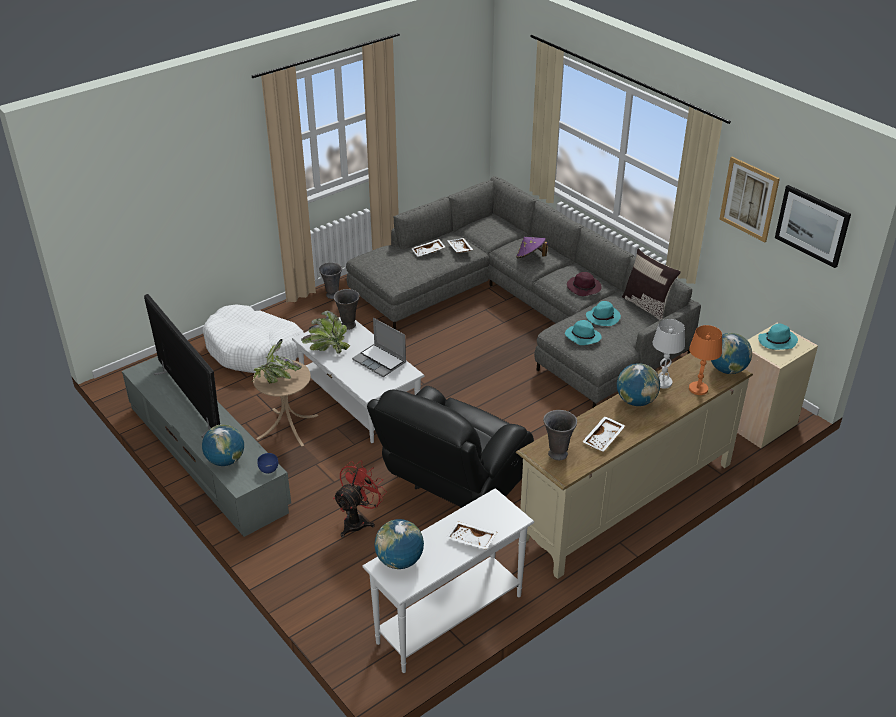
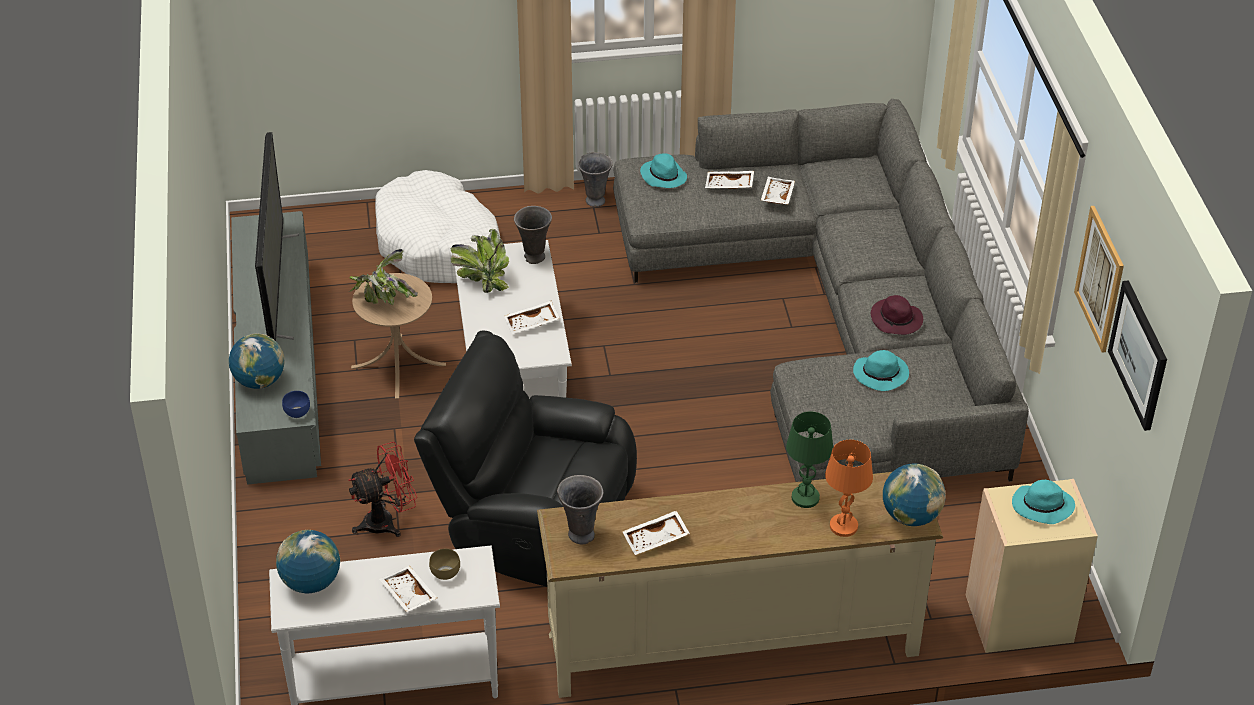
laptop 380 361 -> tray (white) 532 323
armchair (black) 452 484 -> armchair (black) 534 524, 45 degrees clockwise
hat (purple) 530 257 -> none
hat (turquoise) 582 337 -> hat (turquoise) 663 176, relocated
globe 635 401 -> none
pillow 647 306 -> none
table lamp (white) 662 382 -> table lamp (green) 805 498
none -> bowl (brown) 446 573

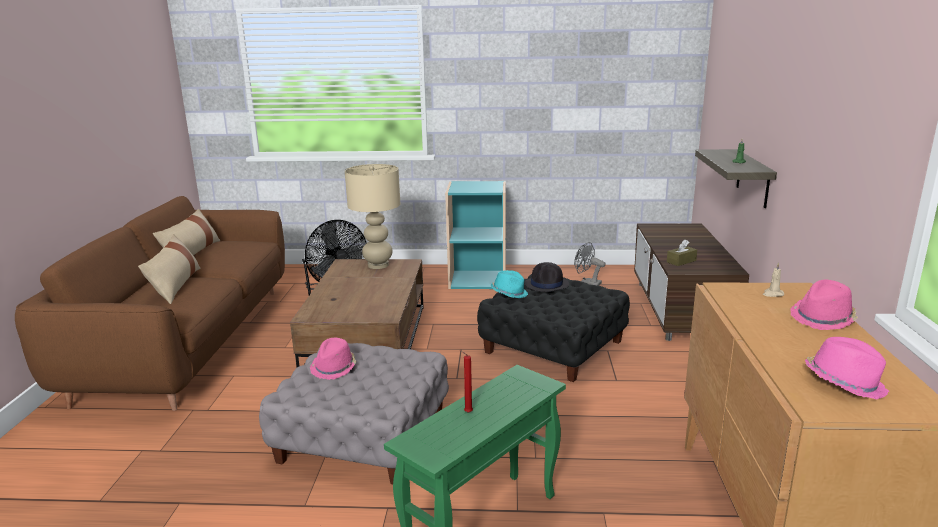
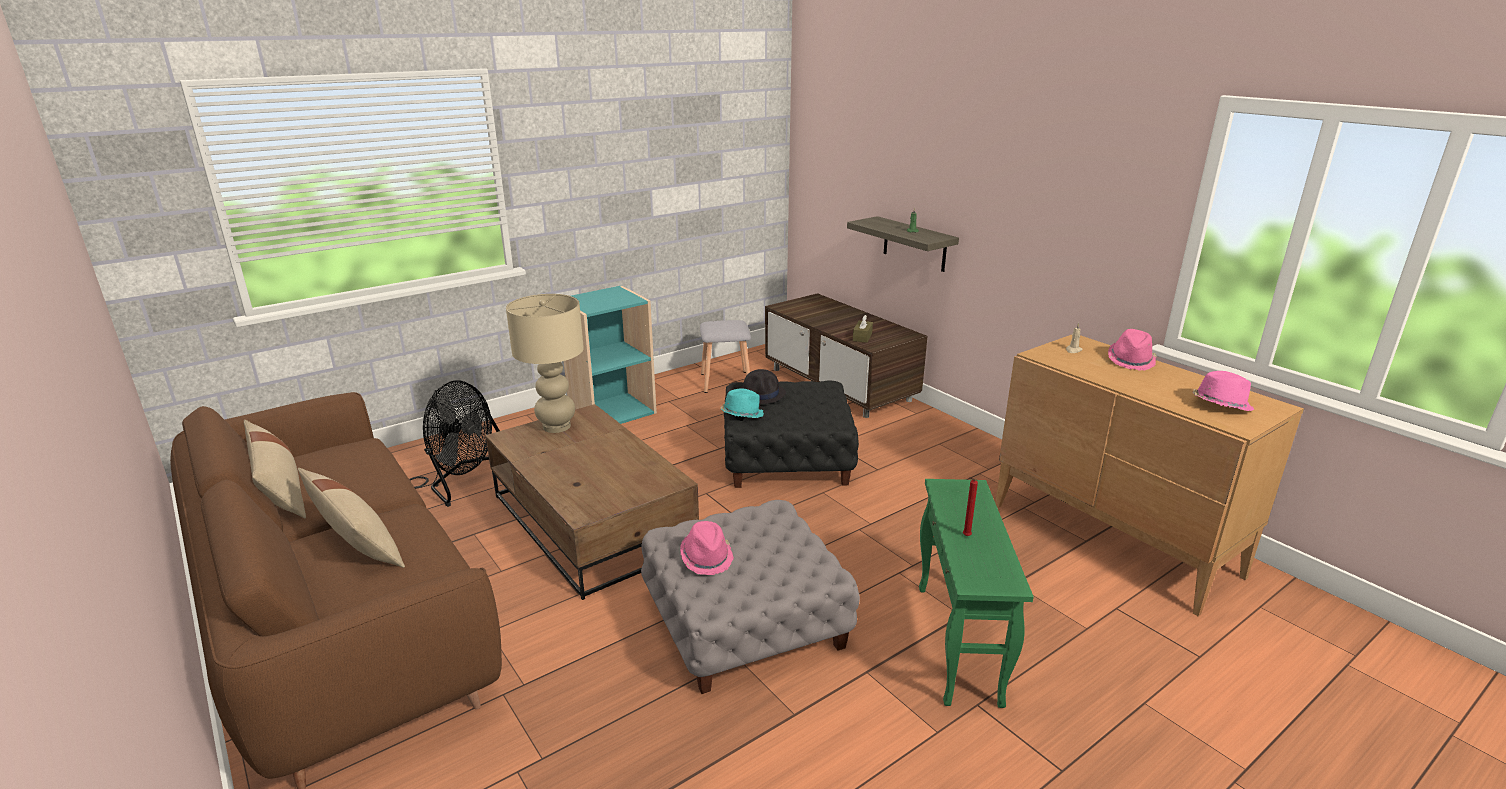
fan (grey) 587 283 -> stool (grey) 726 382

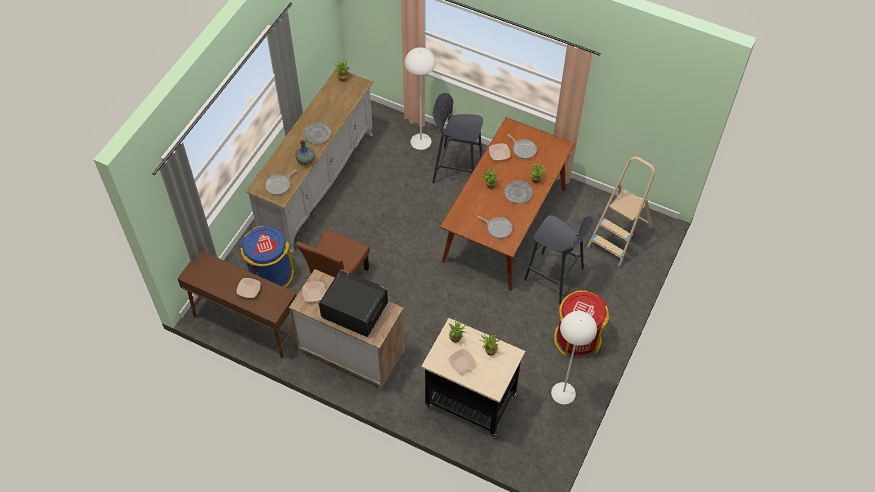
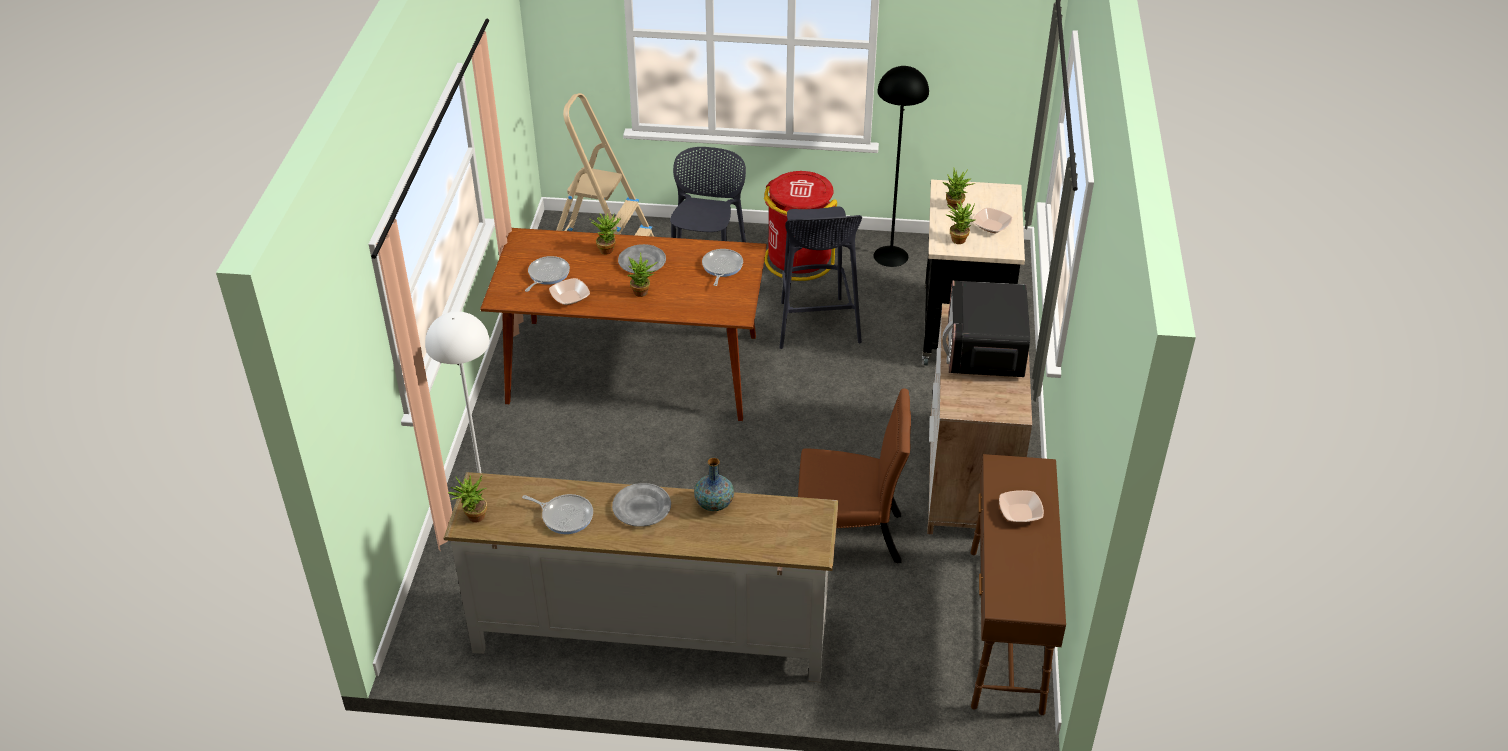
trash can (blue) 270 274 -> none
frying pan 279 185 -> frying pan 565 516, relocated
bowl 314 294 -> none
stool (grey) 456 168 -> stool (grey) 816 324, relocated
floor lamp (white) 563 393 -> floor lamp (black) 891 256

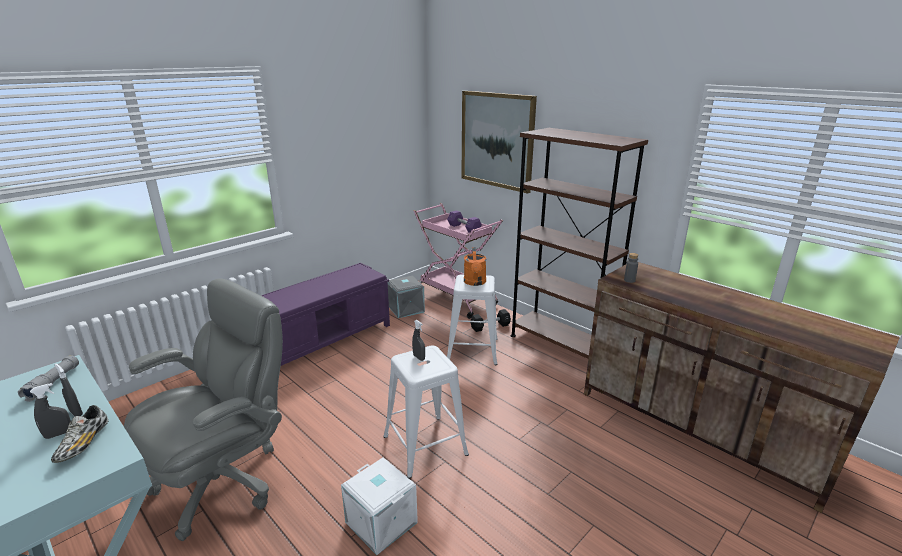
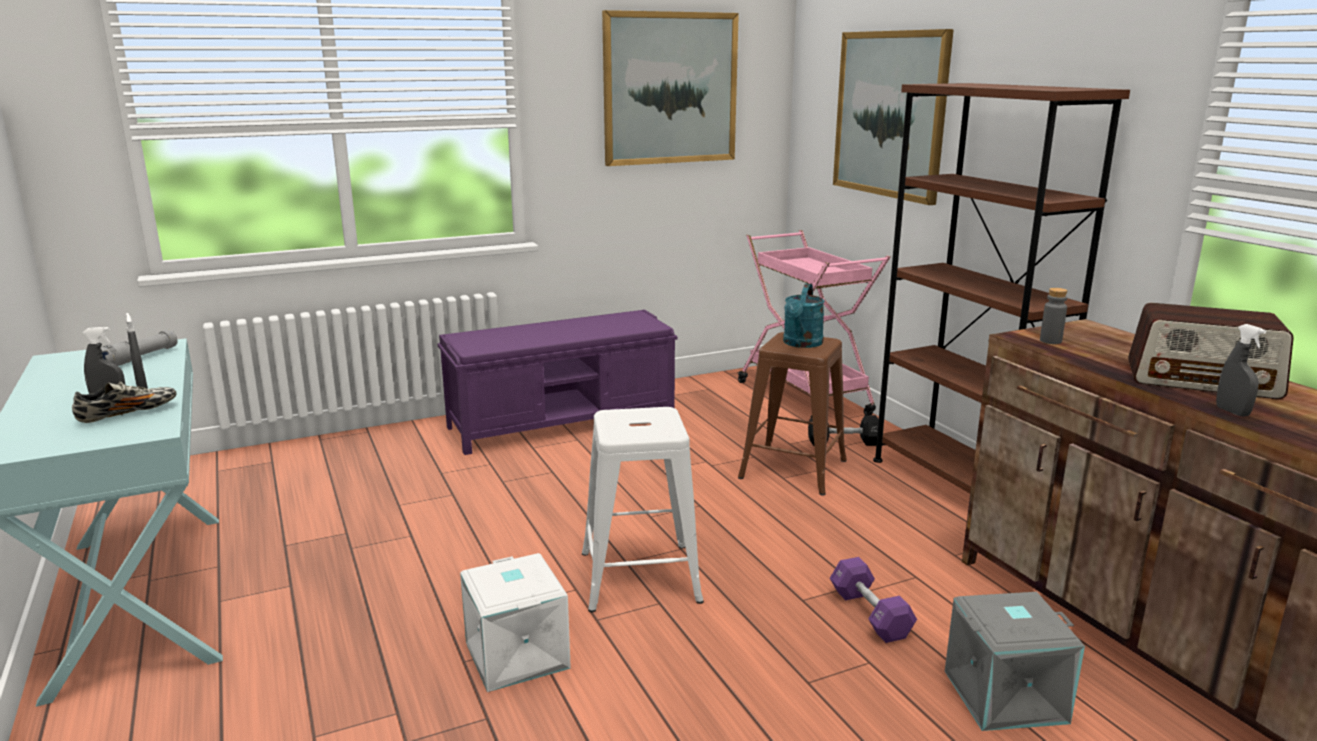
shoe 83 444 -> shoe 128 414, 150 degrees counterclockwise
office chair (grey) 225 480 -> none
storage box (grey) 406 308 -> storage box (grey) 1004 695, relocated
spray bottle (grey) 419 357 -> spray bottle (grey) 1232 412, relocated
dumbbell (purple) 464 228 -> dumbbell (purple) 870 614, relocated
stool (white) 472 350 -> stool (brown) 793 469
watering can (orange) 475 283 -> watering can (turquoise) 801 344
none -> picture 670 88
none -> radio 1202 380

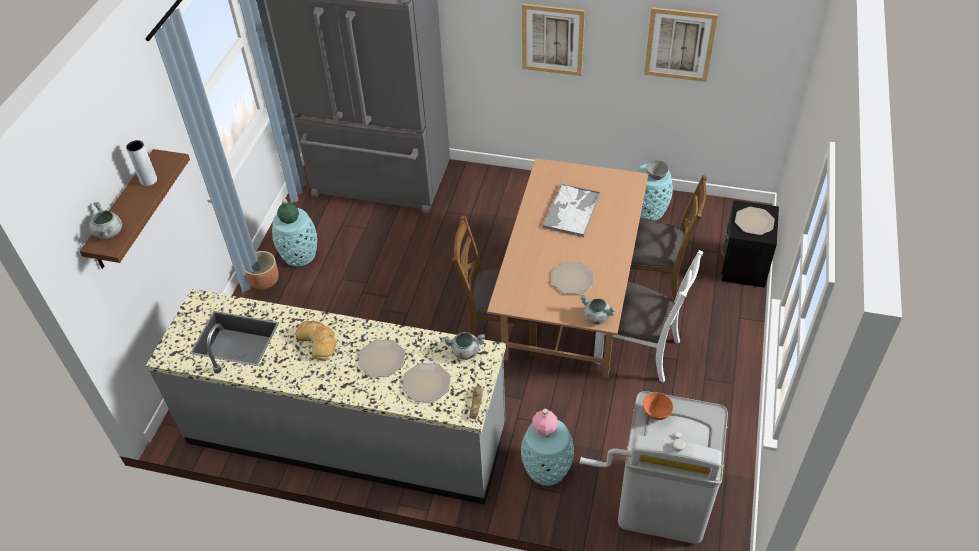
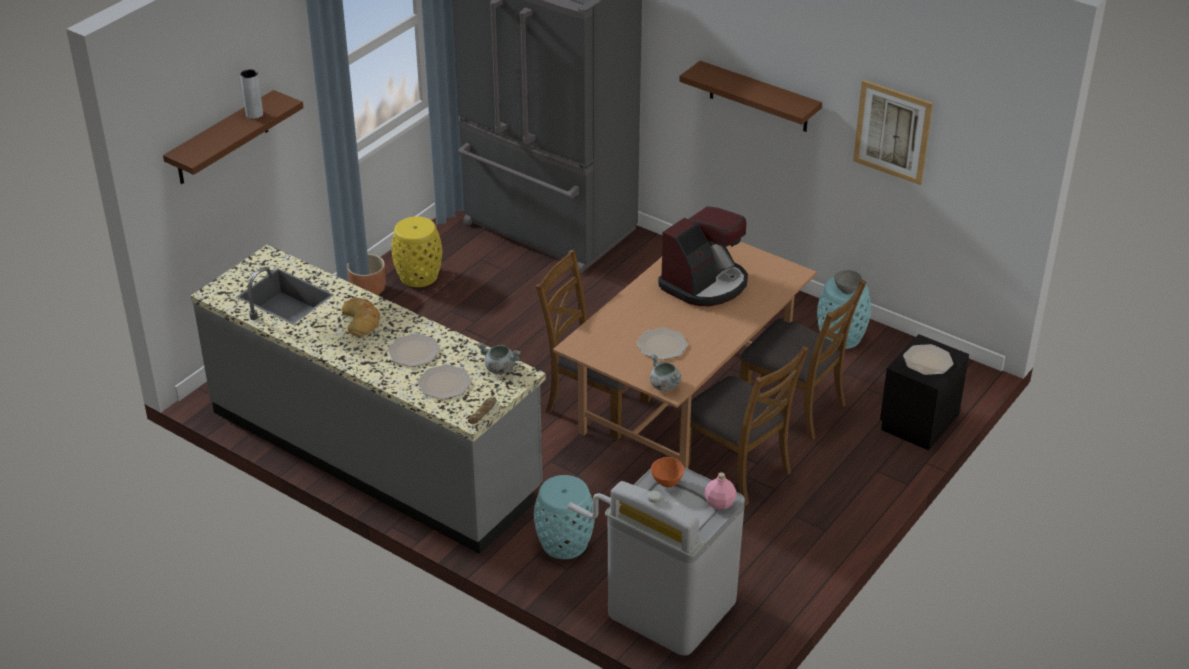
cooking pot (grey) 109 232 -> none
stool (turquoise) 299 255 -> stool (yellow) 419 276
bottle (green) 290 219 -> none
picture 552 39 -> shelf (brown) 758 97
bottle (pink) 544 428 -> bottle (pink) 720 503, relocated
tray 572 210 -> coffee machine 705 284
chair (white) 638 350 -> chair (brown) 736 468

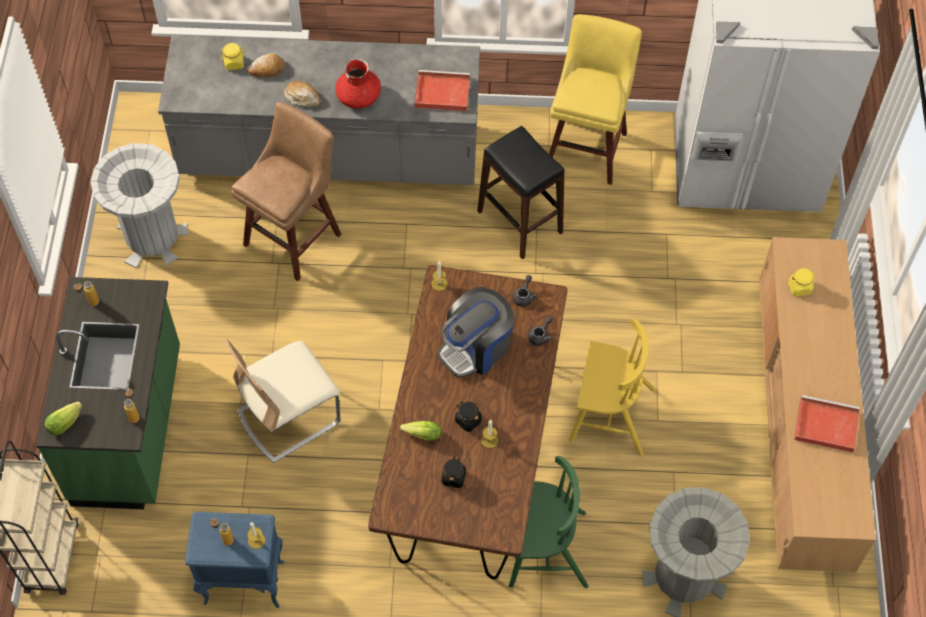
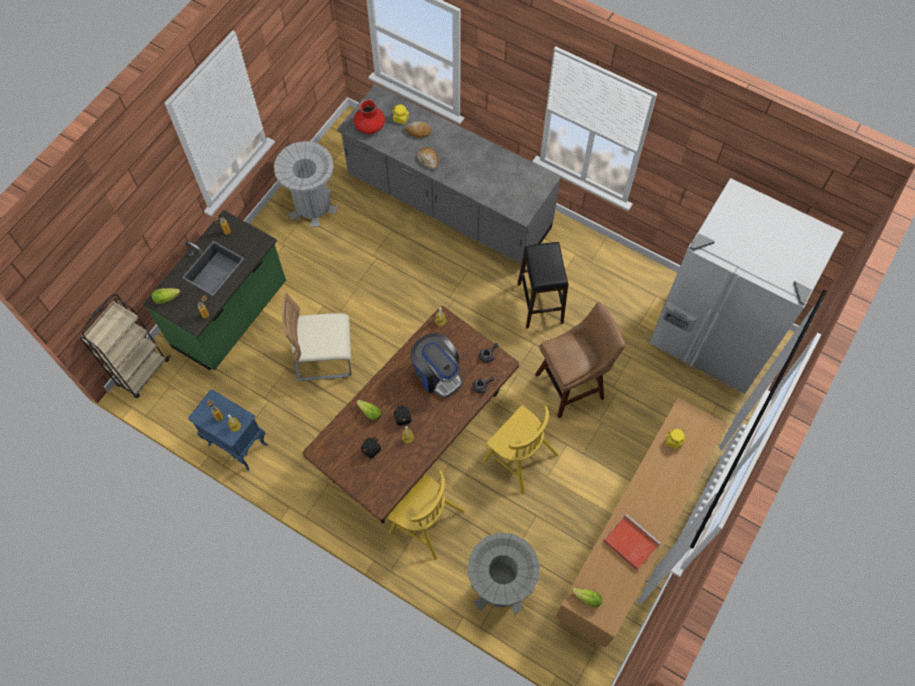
stool (brown) 295 237 -> stool (brown) 572 385, relocated
vase (red) 359 97 -> vase (red) 370 126, relocated
tray (red) 441 93 -> none
coffee machine 476 348 -> coffee machine 437 373, 120 degrees counterclockwise
chair (green) 541 548 -> chair (yellow) 423 519
stool (yellow) 587 147 -> none
none -> lettuce 585 597

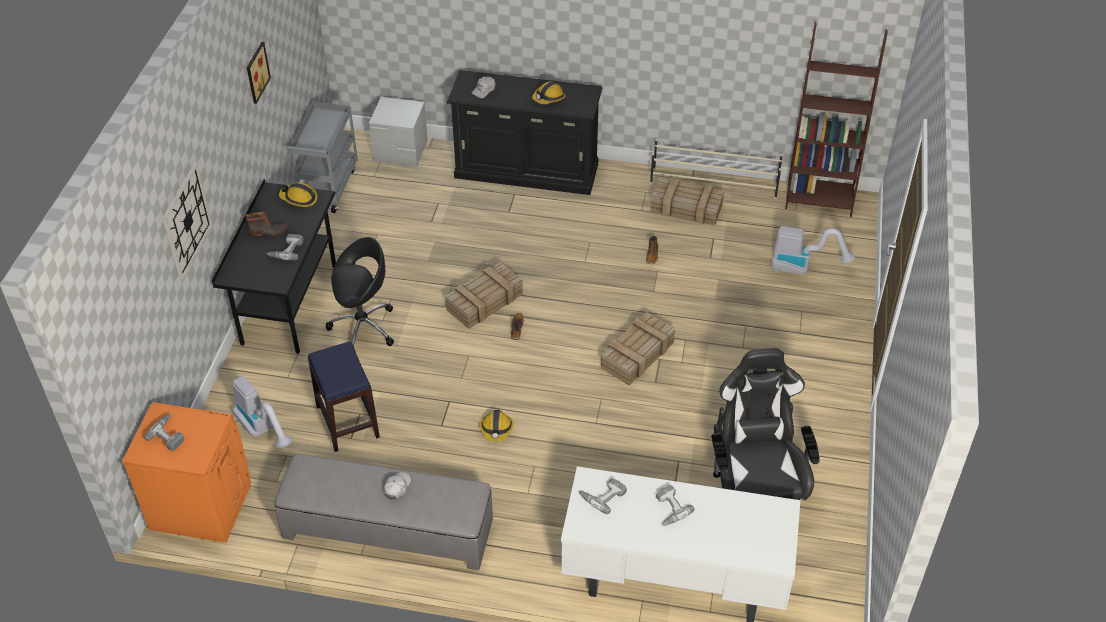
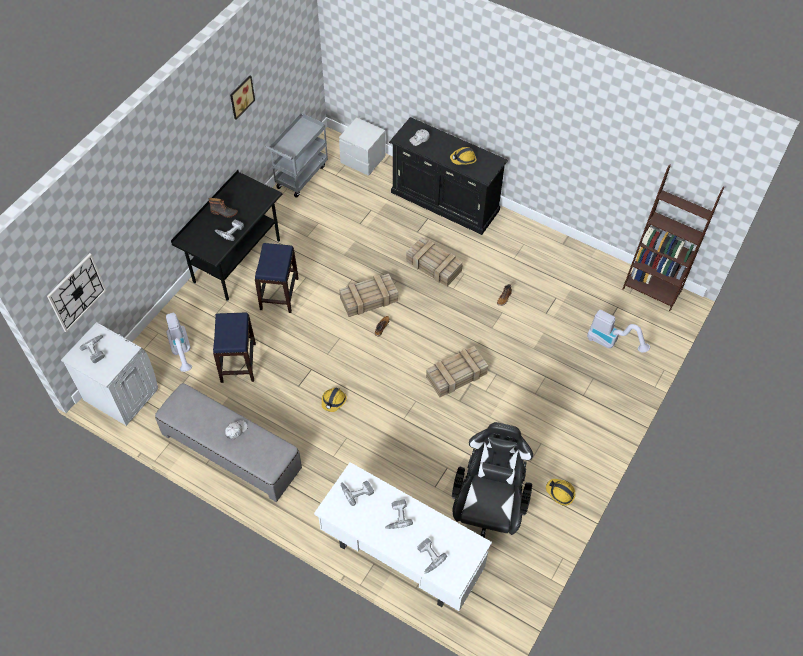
washing machine (orange) 200 507 -> washing machine (white) 121 394
wall clock 186 221 -> wall clock 76 292, relocated
hard hat 299 198 -> hard hat 560 493, relocated
office chair (black) 364 327 -> stool 279 294
shoe rack (beige) 714 183 -> none
crate 685 208 -> crate 433 265, relocated
none -> power drill 427 557

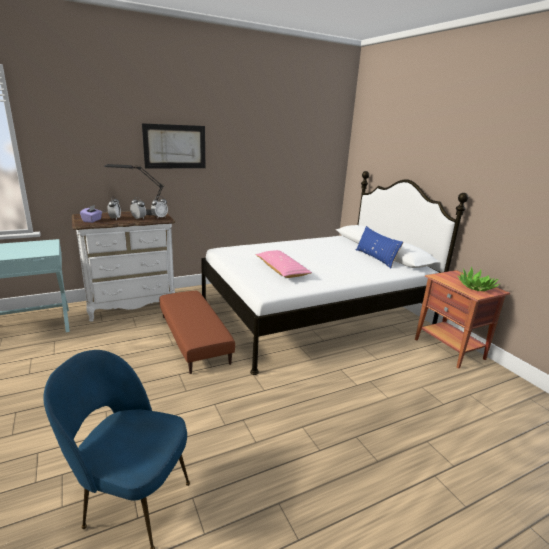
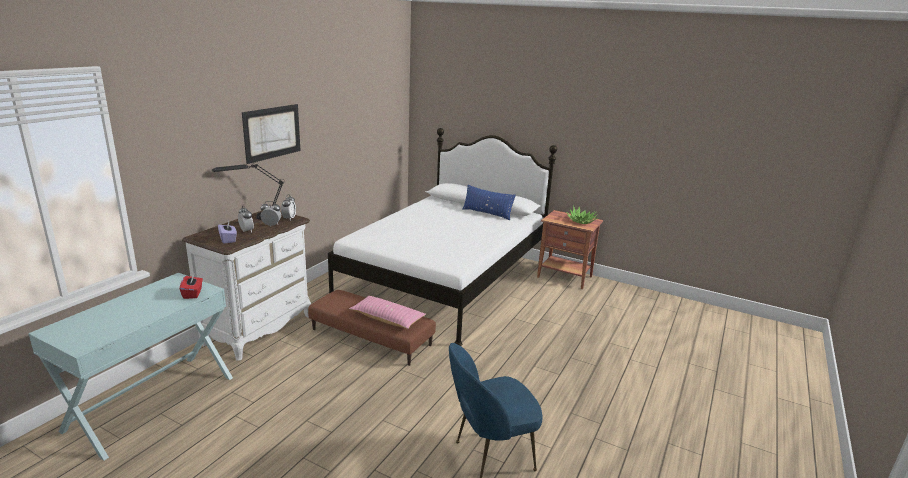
pillow (pink) 282 270 -> pillow (pink) 387 318, relocated
none -> tissue box (red) 193 293

